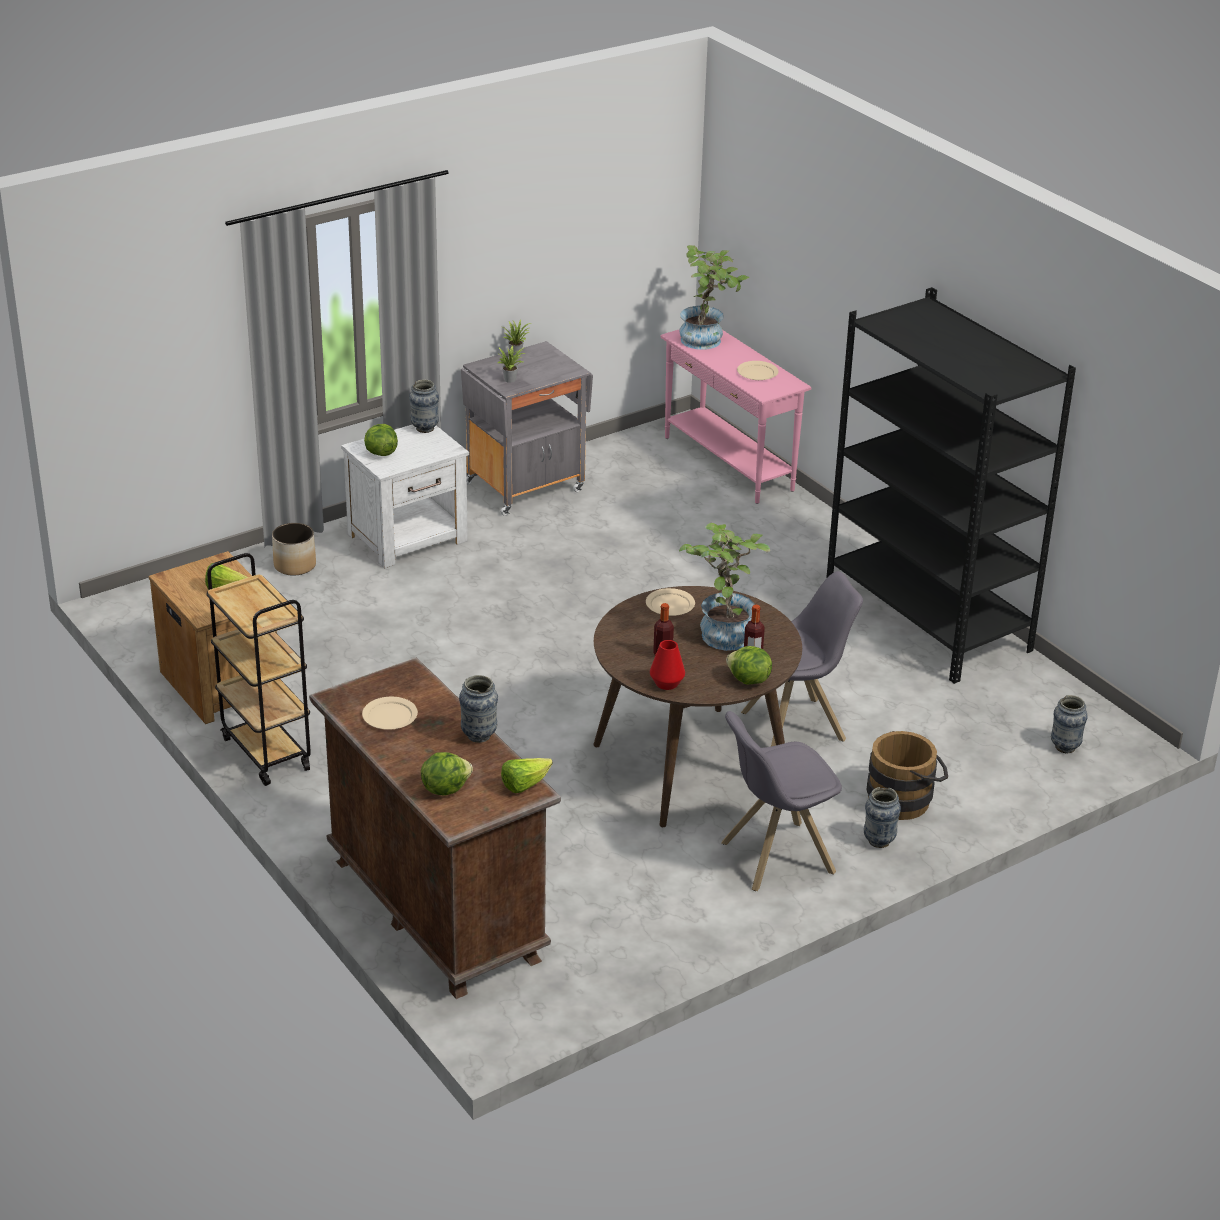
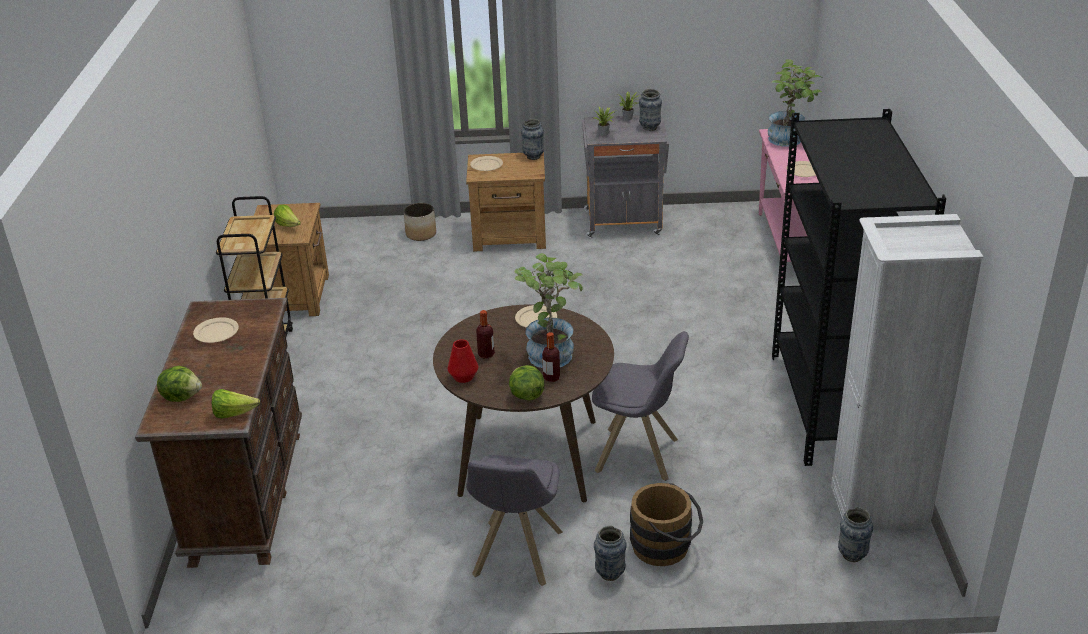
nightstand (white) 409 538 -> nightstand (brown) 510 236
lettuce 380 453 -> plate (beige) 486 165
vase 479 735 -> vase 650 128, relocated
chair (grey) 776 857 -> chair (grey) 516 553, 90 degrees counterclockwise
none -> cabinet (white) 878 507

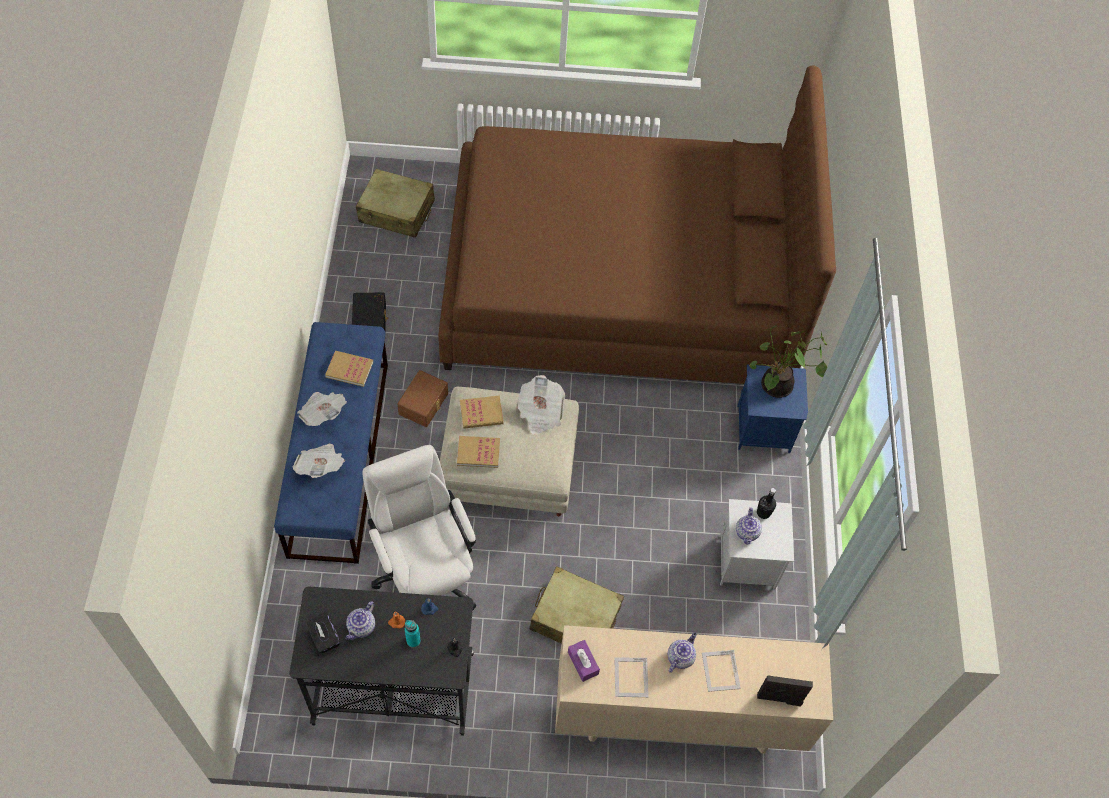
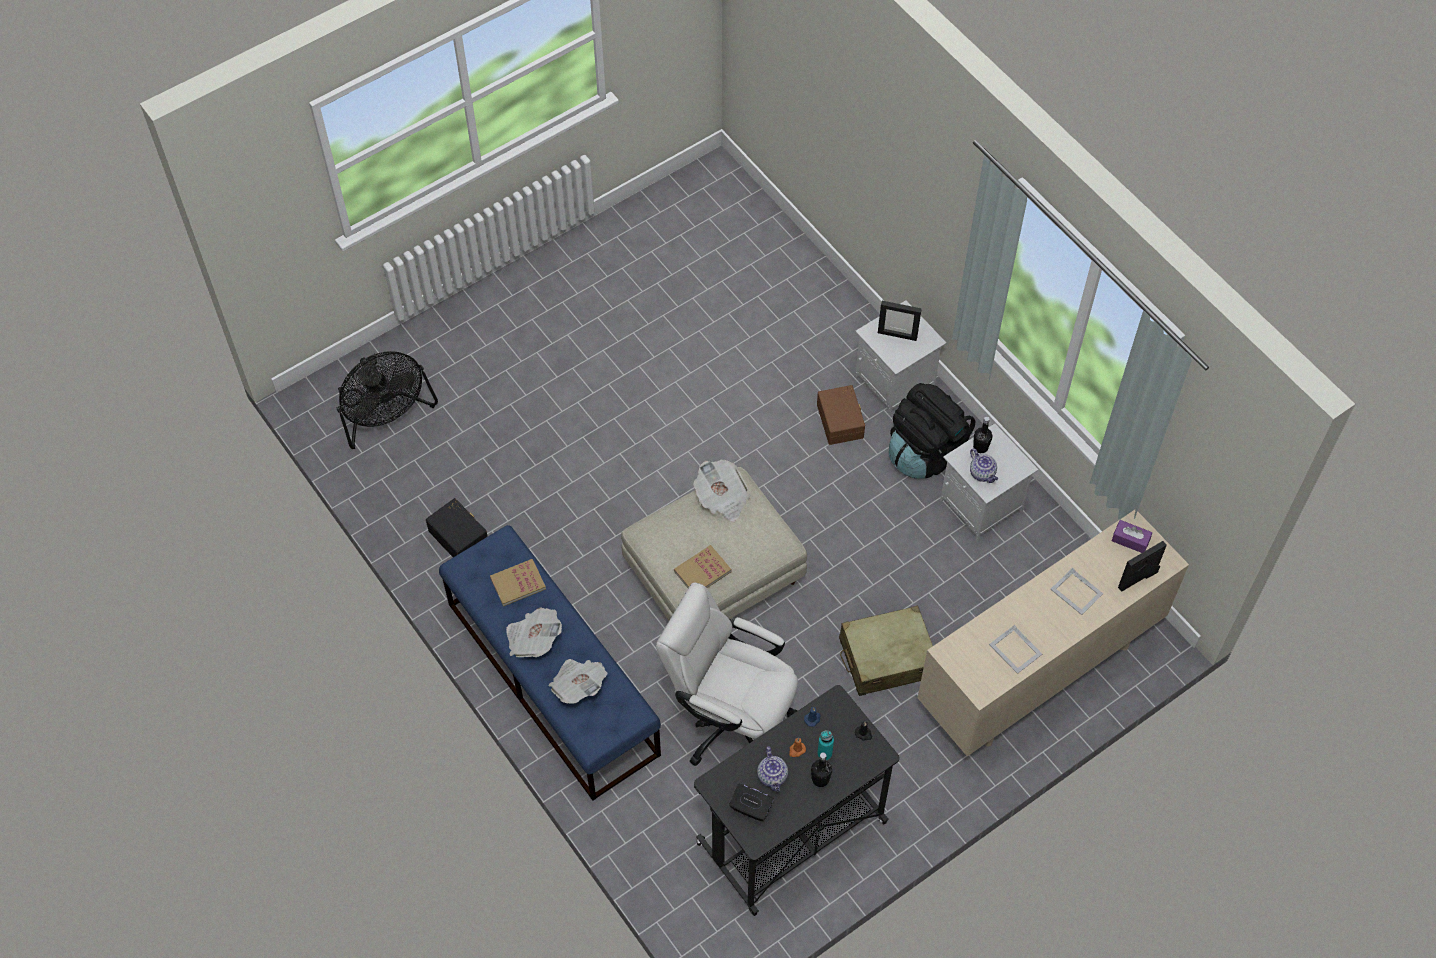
suitcase (beige) 397 212 -> fan (black) 381 415
storage box (brown) 424 404 -> storage box (brown) 841 420, relocated
bed (brown) 620 286 -> none
book 481 413 -> none
tissue box (purple) 583 663 -> tissue box (purple) 1130 540, relocated
teapot 680 657 -> none
nightstand (blue) 764 430 -> nightstand (grey) 896 382
potted plant 776 388 -> picture frame 897 334
none -> bottle (black) 820 779
none -> backpack (black) 925 452

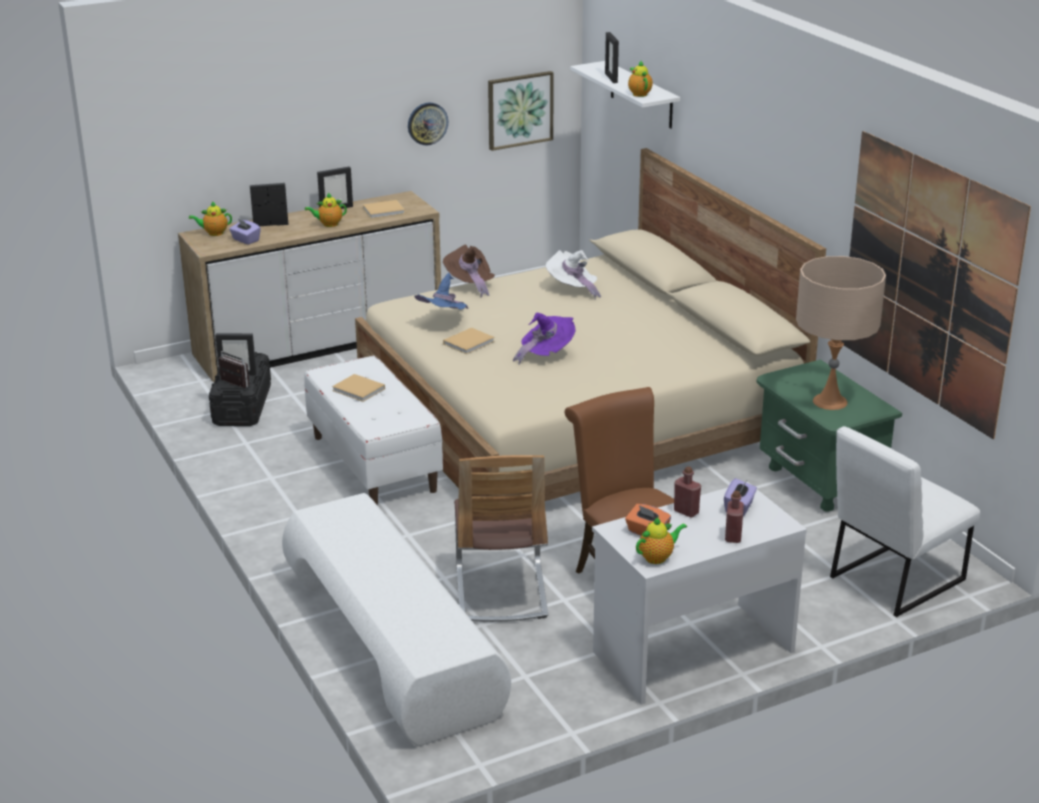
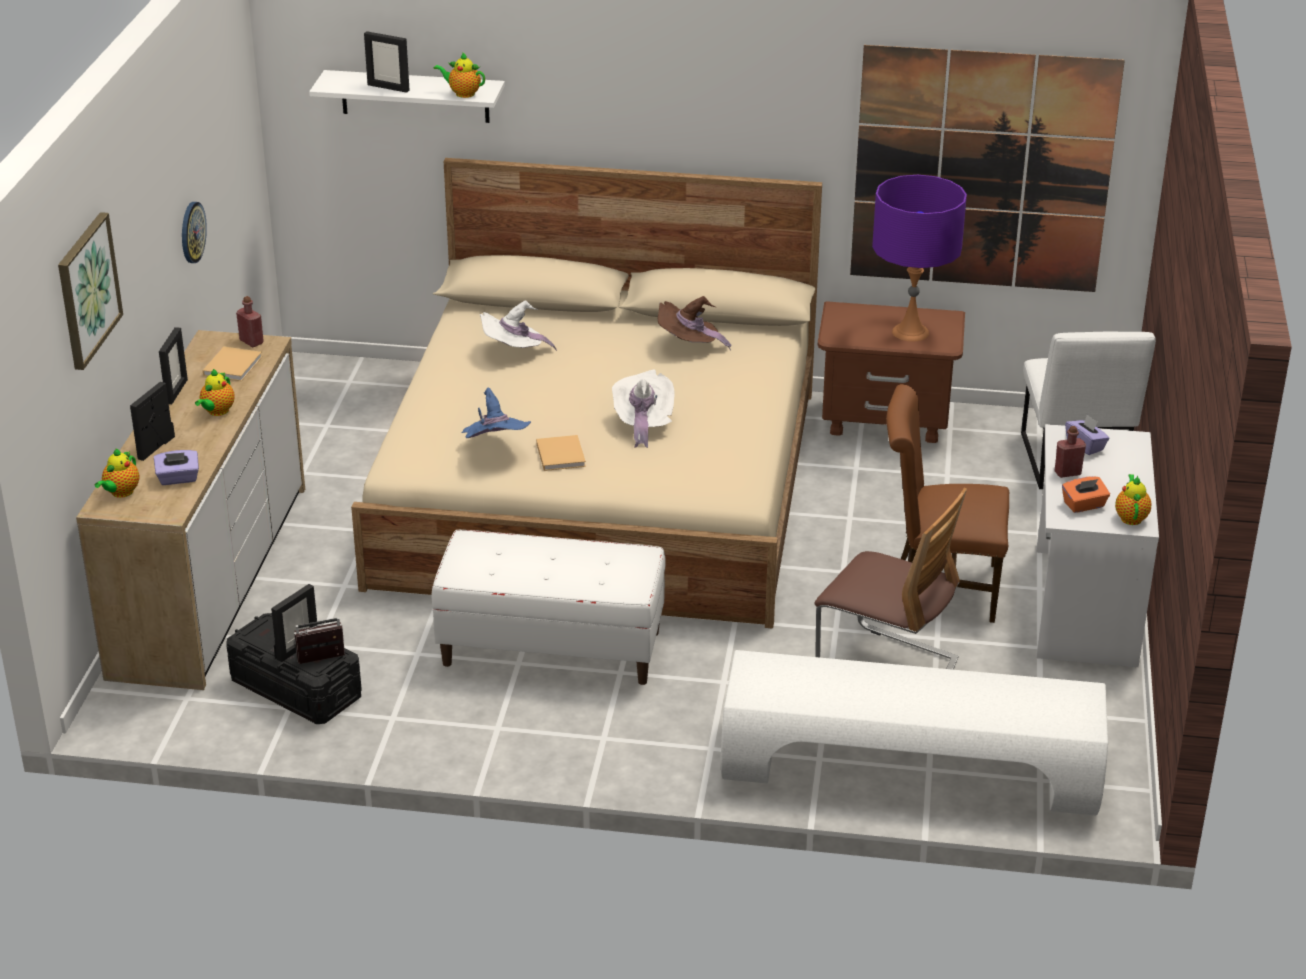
book (beige) 359 390 -> none
hat (brown) 470 284 -> hat (brown) 689 346, relocated
picture 519 110 -> picture 87 290, relocated
hat (purple) 545 354 -> hat (white) 643 424
bottle (red) 733 537 -> bottle (red) 251 342, relocated
nightstand (green) 817 483 -> nightstand (brown) 885 424
table lamp (beige) 830 401 -> table lamp (purple) 910 332

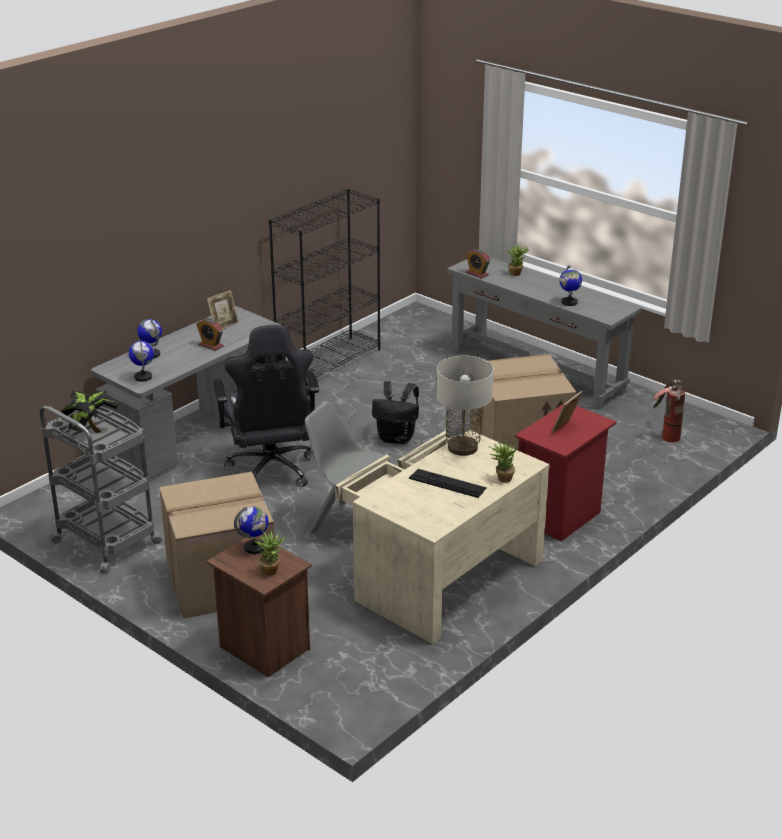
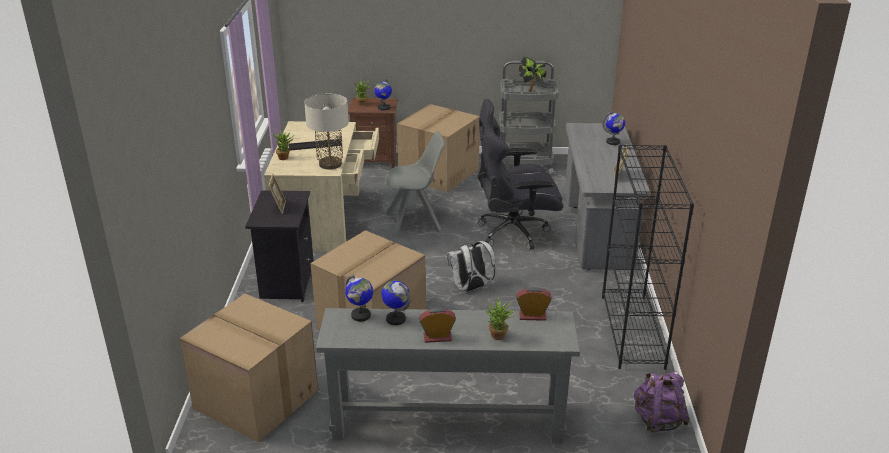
globe 143 377 -> globe 361 315, relocated
alarm clock 211 345 -> alarm clock 437 337, relocated
office chair (black) 270 467 -> office chair (black) 517 232, 45 degrees counterclockwise
backpack (black) 397 438 -> backpack (white) 470 288
nightstand (red) 559 517 -> nightstand (black) 286 282
fire extinguisher 665 434 -> cardboard box 254 399
none -> backpack (purple) 658 420

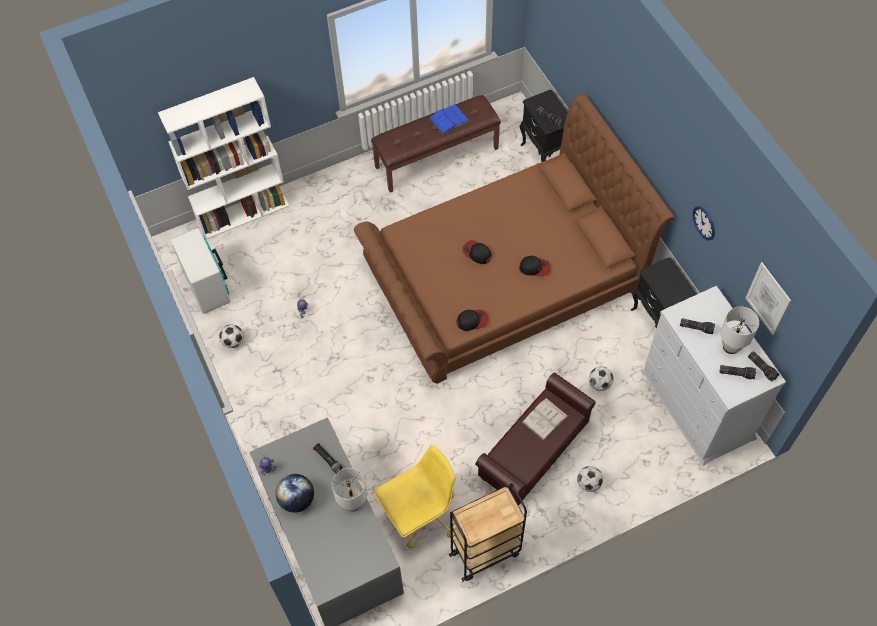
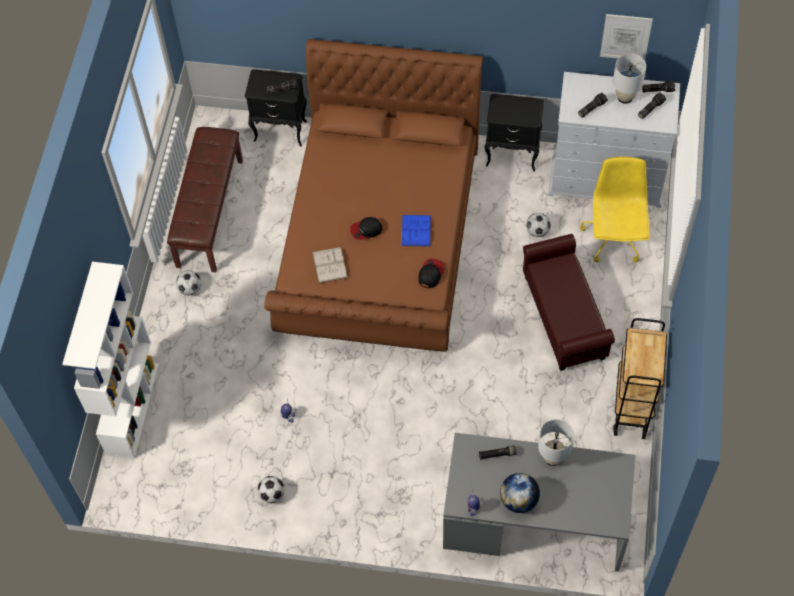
nightstand (white) 208 288 -> none
office chair (yellow) 419 516 -> office chair (yellow) 614 241, relocated
book (blue) 449 119 -> book (blue) 416 230, relocated
cap 534 267 -> none
book (white) 544 419 -> book (white) 329 265, relocated
football 588 483 -> football 190 289, relocated
wall clock 704 223 -> none

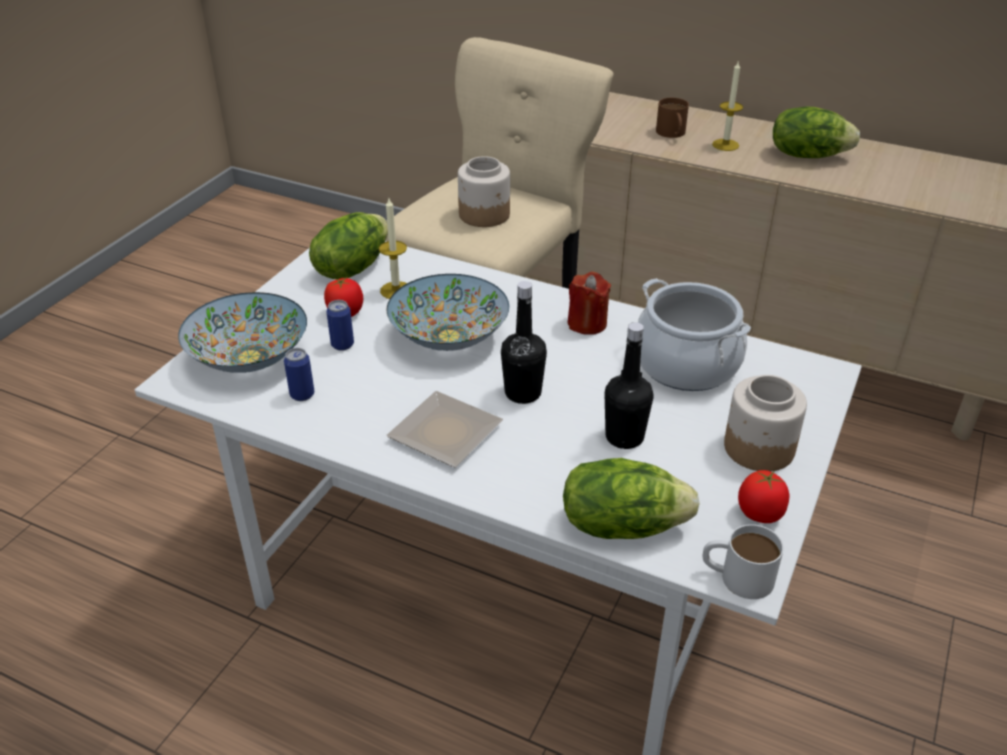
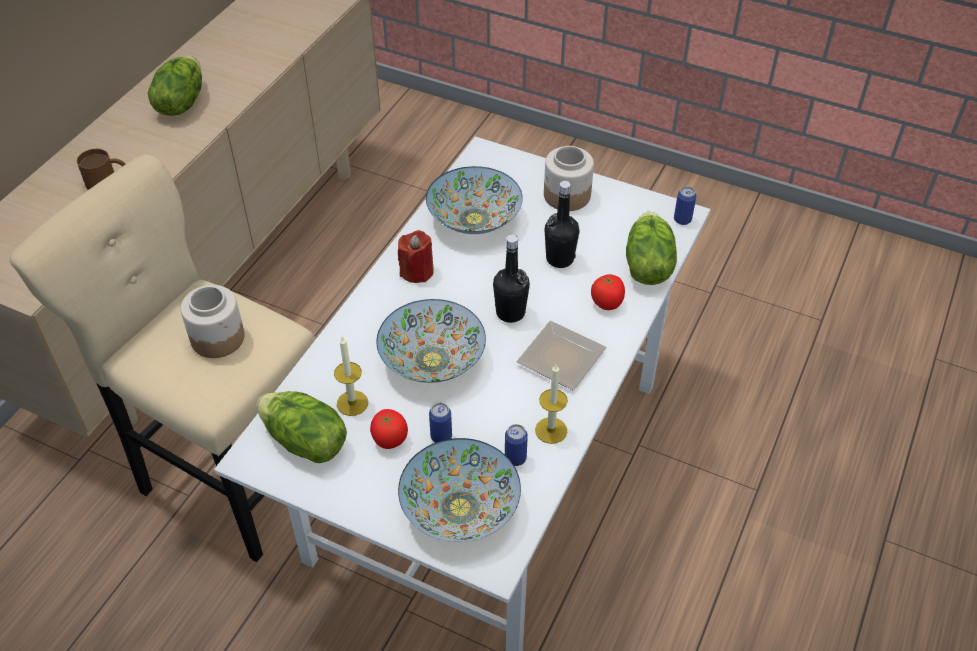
cooking pot 686 364 -> bowl 474 220
mug (white) 736 576 -> can 682 220
candle 725 145 -> candle 551 430, relocated
tomato 760 514 -> tomato 607 303, relocated

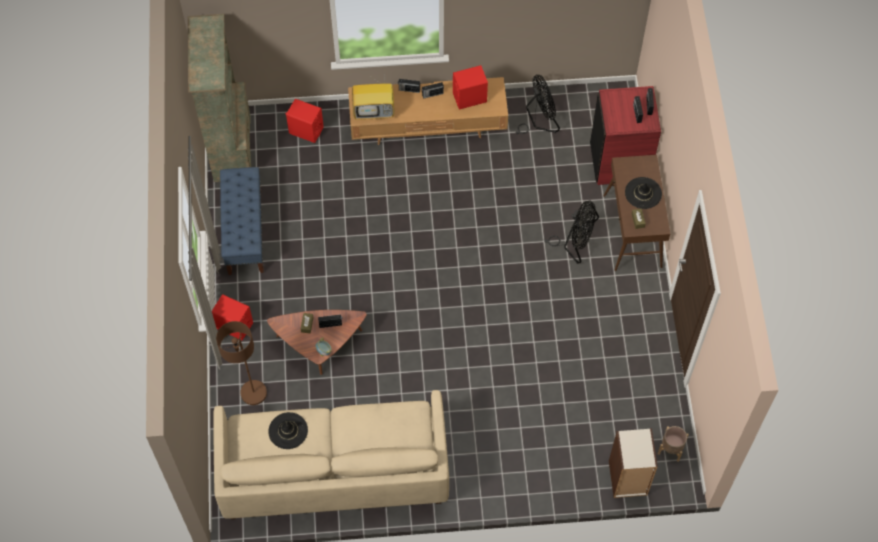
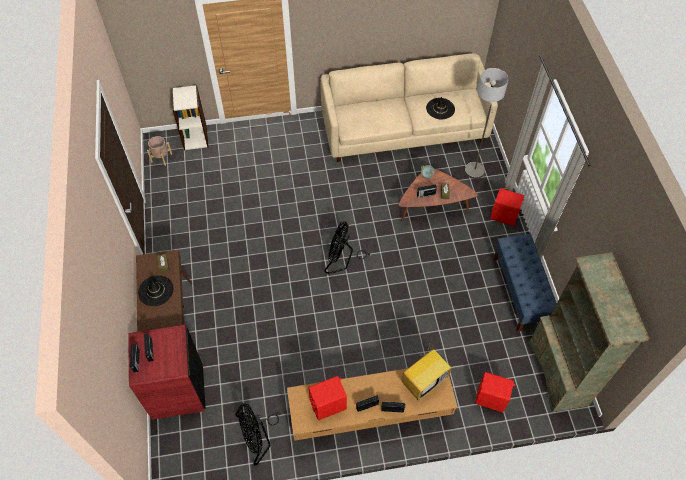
floor lamp (brown) 253 400 -> floor lamp (grey) 473 166
television 374 111 -> television 424 381, 150 degrees clockwise
fan (black) 575 240 -> fan (black) 343 256, relocated

